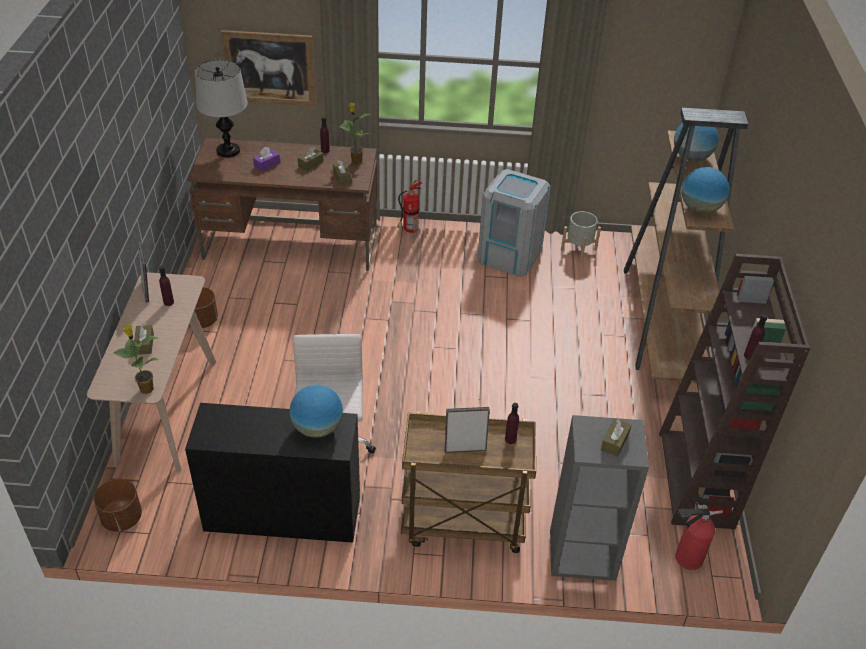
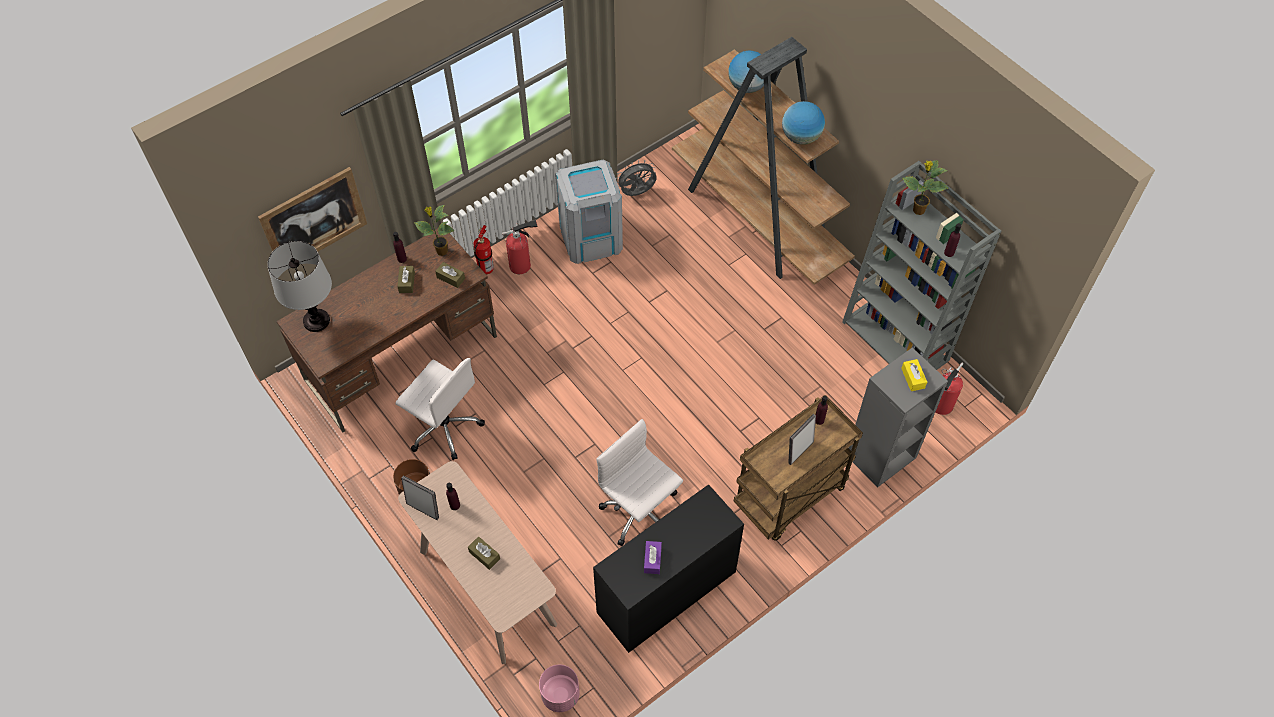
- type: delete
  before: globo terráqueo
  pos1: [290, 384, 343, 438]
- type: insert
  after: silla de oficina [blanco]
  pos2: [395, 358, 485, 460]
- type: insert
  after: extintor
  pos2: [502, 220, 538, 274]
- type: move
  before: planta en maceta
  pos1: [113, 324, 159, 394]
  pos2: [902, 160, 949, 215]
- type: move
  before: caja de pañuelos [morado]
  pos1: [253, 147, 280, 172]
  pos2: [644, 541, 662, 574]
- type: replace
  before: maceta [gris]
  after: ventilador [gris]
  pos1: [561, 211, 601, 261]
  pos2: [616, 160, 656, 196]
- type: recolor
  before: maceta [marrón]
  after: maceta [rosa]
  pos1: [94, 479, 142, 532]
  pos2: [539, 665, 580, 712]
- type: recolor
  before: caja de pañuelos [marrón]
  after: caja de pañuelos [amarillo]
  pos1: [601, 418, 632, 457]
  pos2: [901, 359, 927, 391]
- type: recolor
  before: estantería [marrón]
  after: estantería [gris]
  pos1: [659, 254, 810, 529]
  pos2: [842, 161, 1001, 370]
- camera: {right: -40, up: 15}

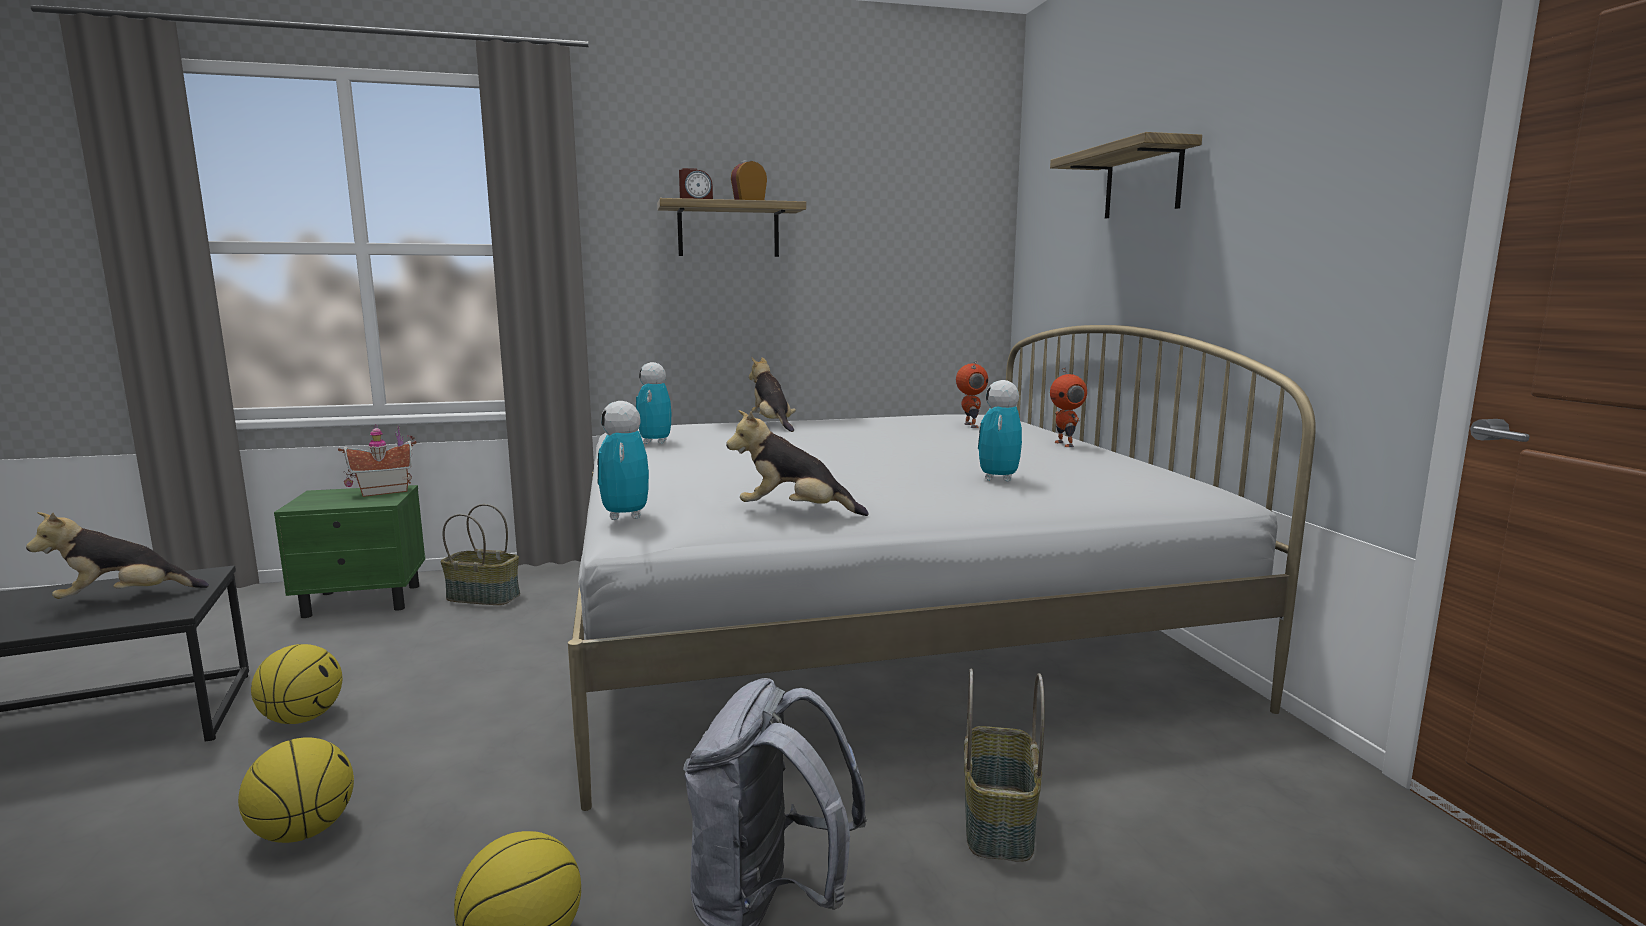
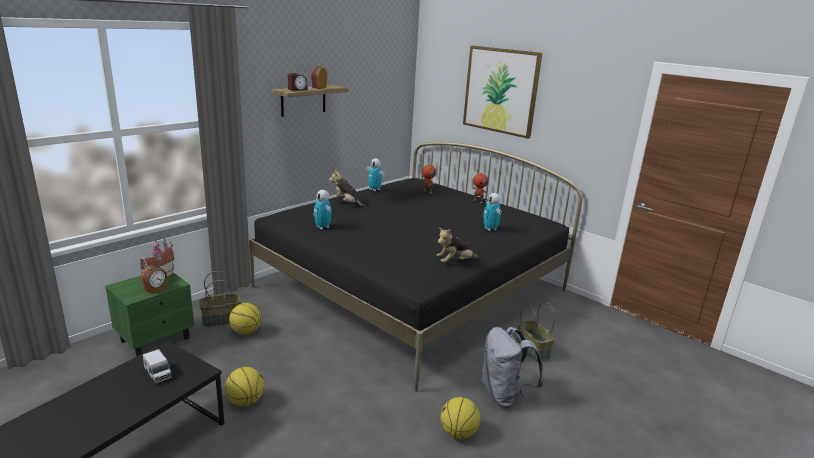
- type: insert
  after: despertador
  pos2: [141, 265, 167, 294]
- type: move
  before: balón de baloncesto
  pos1: [238, 738, 354, 843]
  pos2: [229, 303, 262, 335]
- type: move
  before: robot de juguete
  pos1: [597, 401, 649, 520]
  pos2: [366, 158, 385, 191]
- type: replace
  before: peluche
  after: camión de juguete
  pos1: [26, 512, 209, 599]
  pos2: [143, 349, 172, 383]
- type: replace
  before: estante
  after: cuadro
  pos1: [1050, 132, 1202, 219]
  pos2: [463, 45, 542, 139]
- type: recolor
  before: cama [blanco]
  after: cama [negro]
  pos1: [568, 325, 1316, 811]
  pos2: [248, 142, 583, 392]
- camera: {right: -35, up: 10}

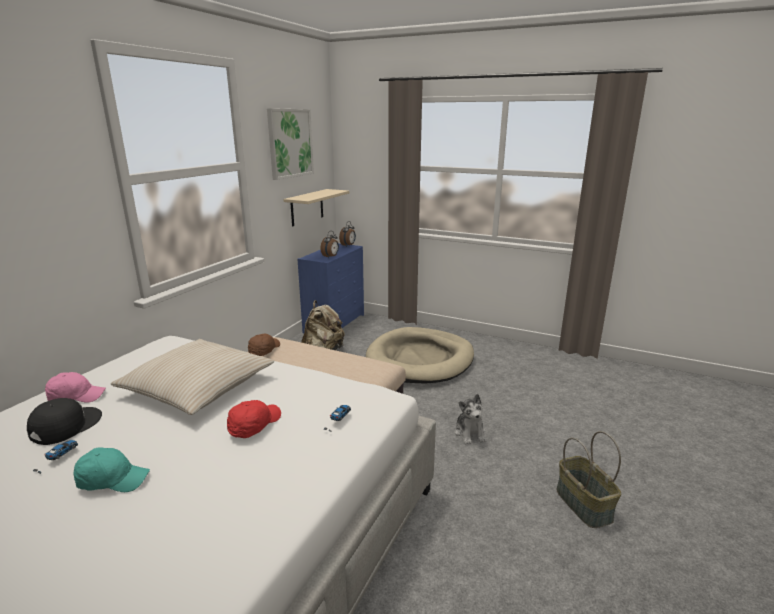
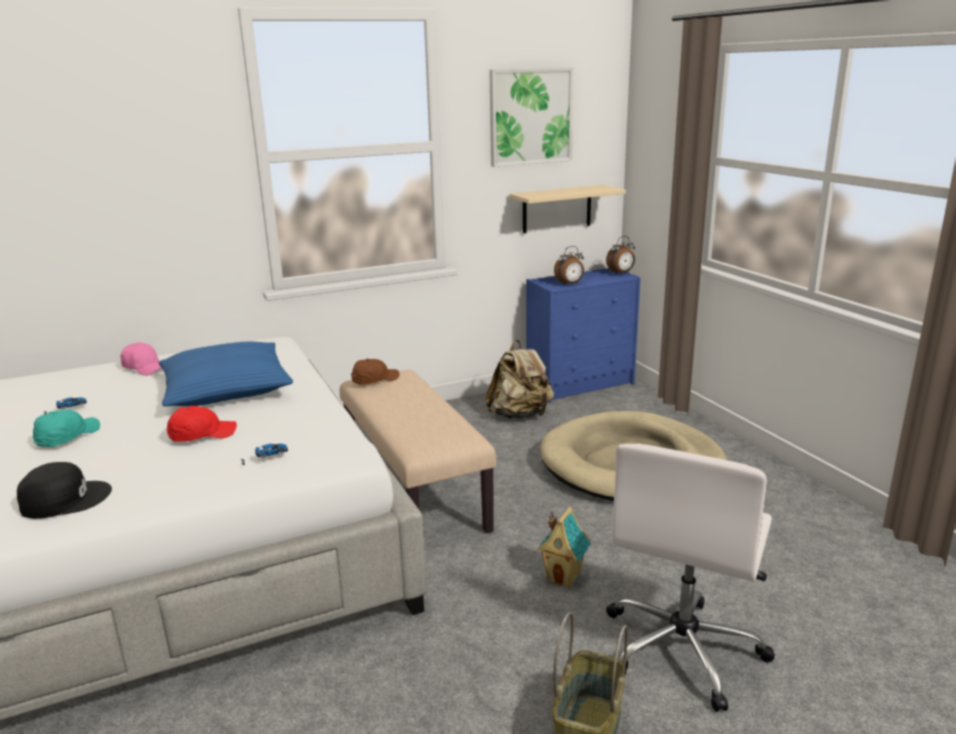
- type: insert
  after: silla de oficina [blanco]
  pos2: [606, 444, 775, 712]
- type: move
  before: gorra [negro]
  pos1: [27, 398, 102, 445]
  pos2: [17, 462, 112, 519]
- type: replace
  before: peluche
  after: casita
  pos1: [454, 394, 486, 445]
  pos2: [538, 506, 591, 588]
- type: recolor
  before: cojín [beis]
  after: cojín [azul]
  pos1: [111, 339, 274, 415]
  pos2: [158, 342, 293, 406]
- type: rotate
  before: gorra [turquesa]
  pos1: [74, 448, 150, 492]
  pos2: [33, 409, 100, 447]
  turn: -105
- camera: {right: 40, up: 0}

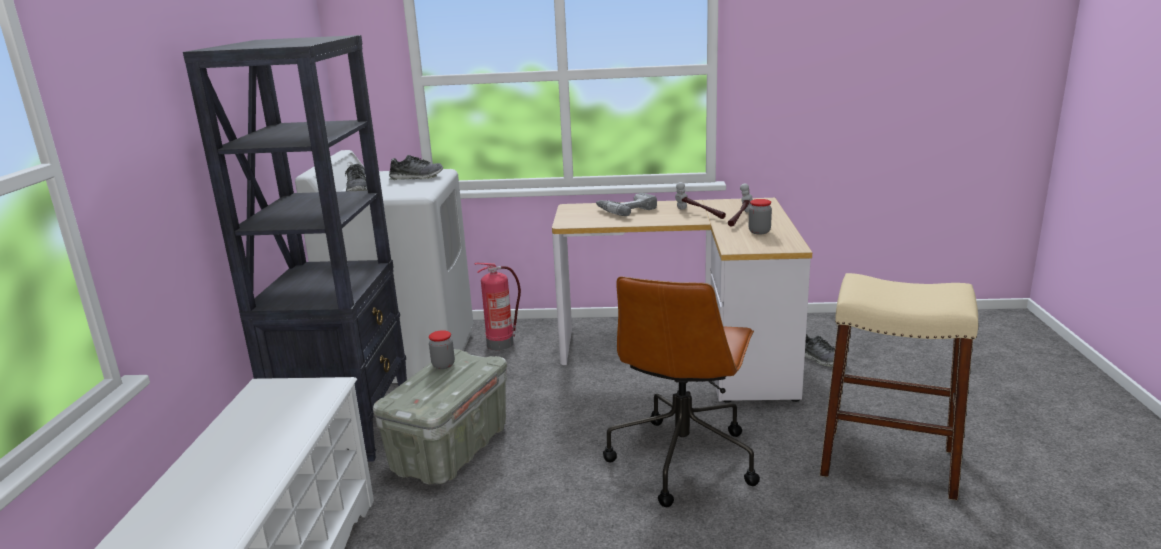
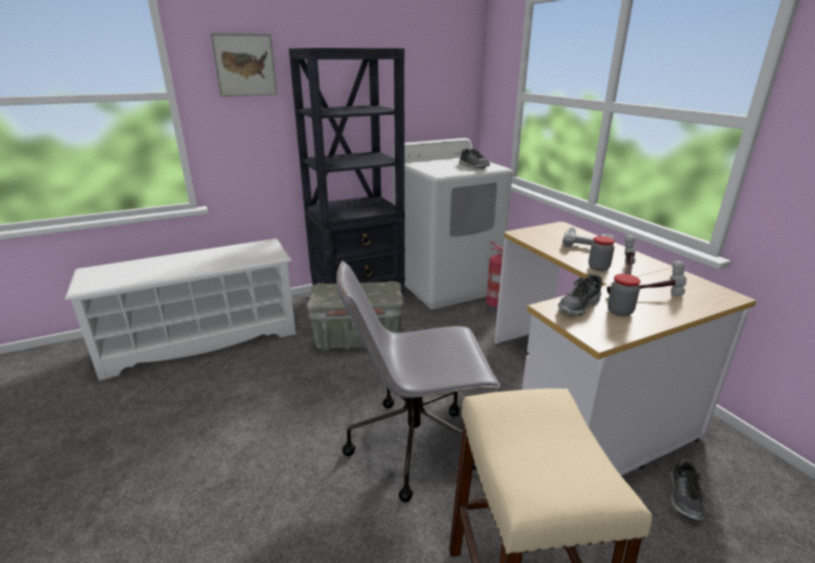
- type: insert
  after: cuadro
  pos2: [210, 33, 278, 97]
- type: move
  before: zapato
  pos1: [345, 164, 368, 191]
  pos2: [558, 274, 602, 316]
- type: move
  before: tarro
  pos1: [429, 330, 455, 369]
  pos2: [588, 236, 615, 271]
- type: recolor
  before: silla de oficina [marrón]
  after: silla de oficina [gris]
  pos1: [603, 277, 760, 507]
  pos2: [336, 261, 501, 502]
- camera: {right: 60, up: 5}

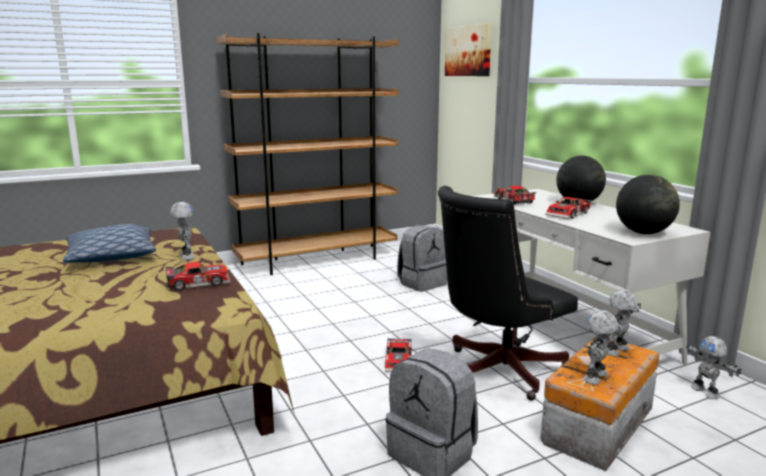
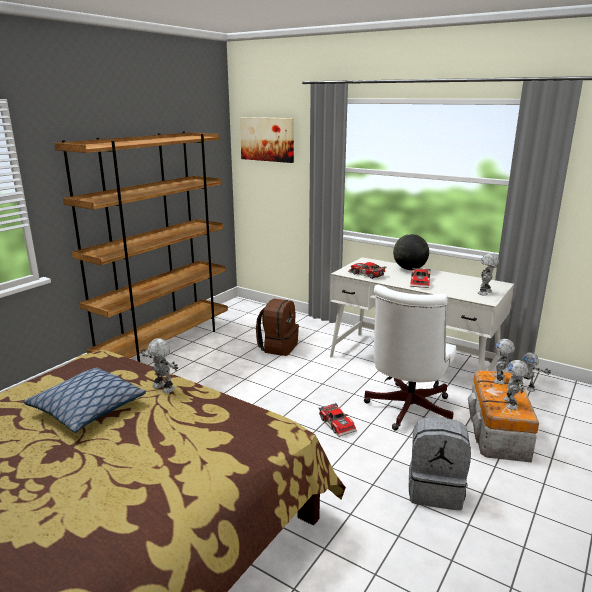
- type: delete
  before: coche de juguete
  pos1: [166, 262, 231, 290]
- type: replace
  before: globo terráqueo
  after: robot de juguete
  pos1: [616, 174, 680, 234]
  pos2: [478, 253, 499, 296]
- type: recolor
  before: mochila [gris]
  after: mochila [marrón]
  pos1: [397, 225, 447, 292]
  pos2: [256, 298, 299, 356]
- type: recolor
  before: silla de oficina [negro]
  after: silla de oficina [blanco]
  pos1: [438, 186, 578, 400]
  pos2: [364, 284, 456, 430]
- camera: {right: -30, up: 5}

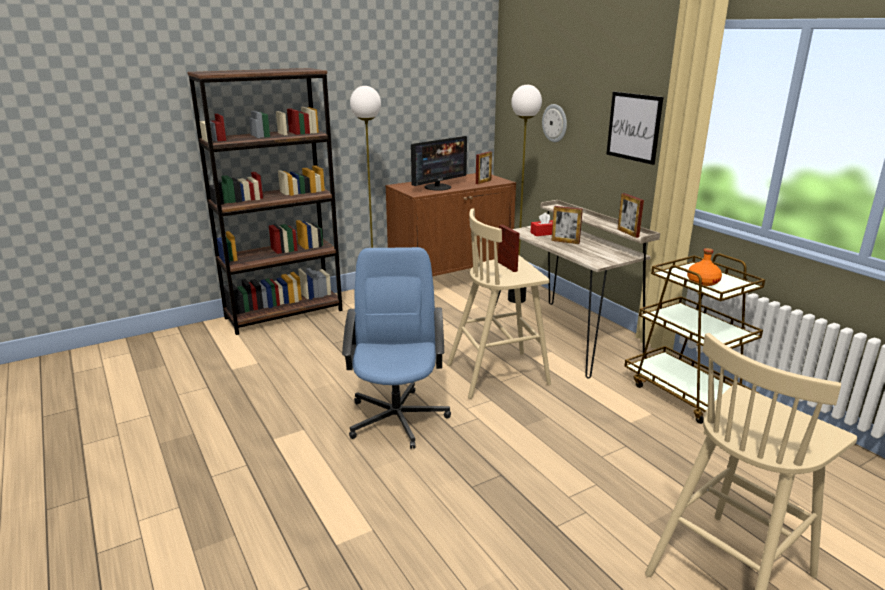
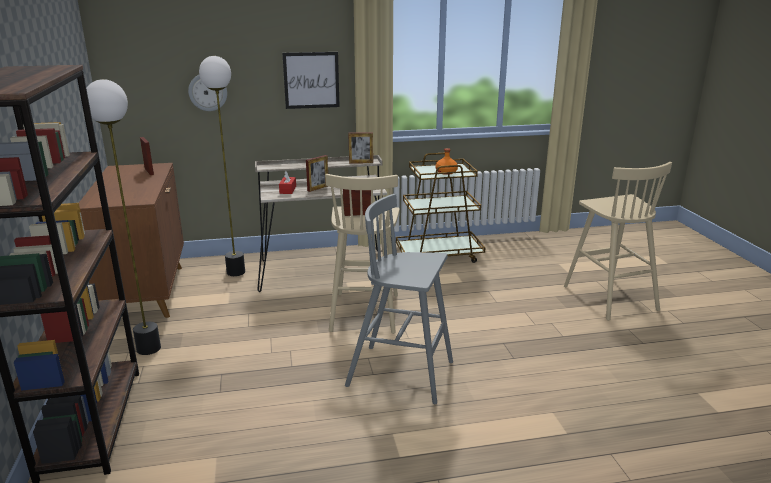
- type: delete
  before: monitor
  pos1: [411, 136, 467, 191]
- type: replace
  before: silla de oficina [azul]
  after: taburete [gris]
  pos1: [342, 247, 451, 449]
  pos2: [345, 194, 453, 404]
- camera: {right: -70, up: 0}

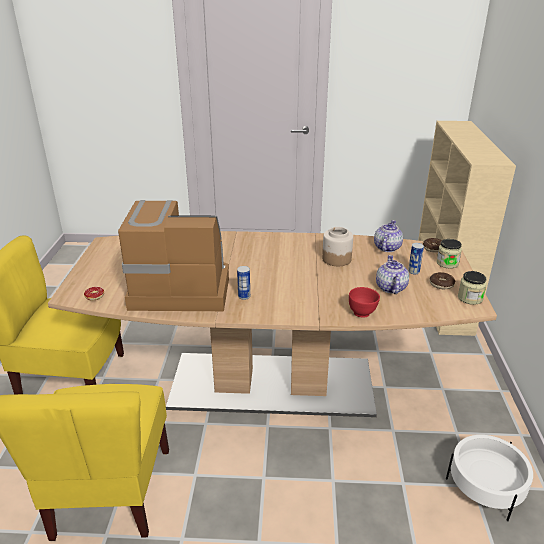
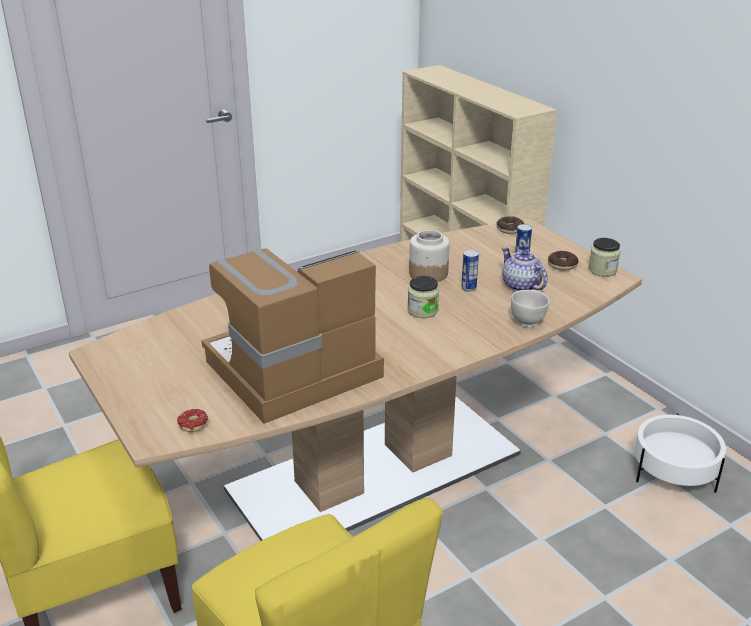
- type: delete
  before: tetera
  pos1: [374, 220, 403, 252]
- type: move
  before: lata
  pos1: [237, 266, 250, 300]
  pos2: [461, 250, 479, 292]
- type: move
  before: tarro
  pos1: [436, 239, 462, 269]
  pos2: [408, 276, 439, 318]
- type: recolor
  before: cuenco [rojo]
  after: cuenco [blanco]
  pos1: [349, 287, 380, 318]
  pos2: [511, 290, 550, 327]
- camera: {right: -35, up: 0}

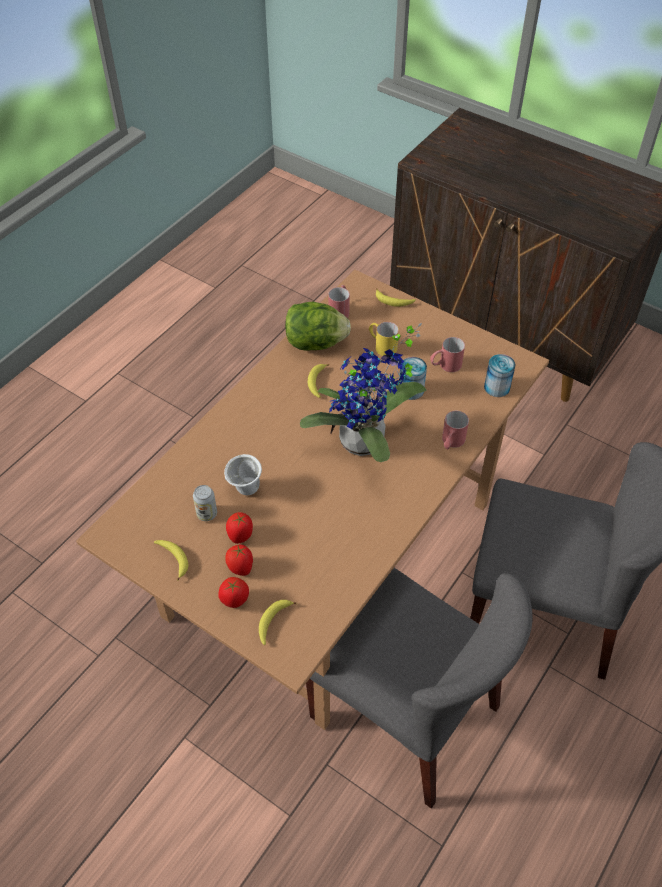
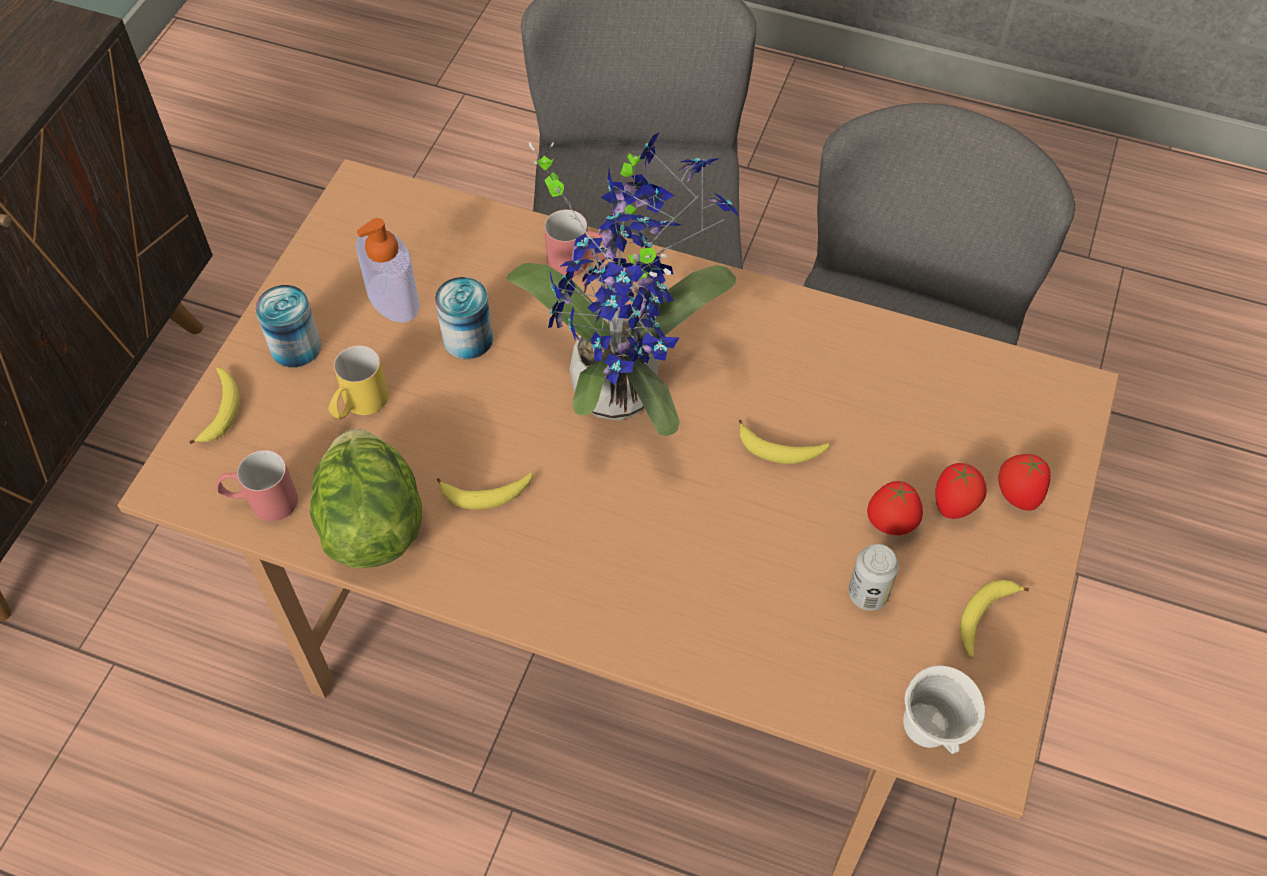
- type: move
  before: taza grande [blanco]
  pos1: [224, 454, 262, 495]
  pos2: [903, 666, 985, 754]
- type: move
  before: plátano
  pos1: [259, 600, 297, 645]
  pos2: [739, 419, 830, 464]
- type: move
  before: lata
  pos1: [484, 354, 515, 397]
  pos2: [255, 285, 321, 368]
- type: replace
  before: taza grande [rojo]
  after: dispensador de jabón
  pos1: [430, 337, 465, 372]
  pos2: [356, 218, 420, 323]
- camera: {right: -105, up: 5}

